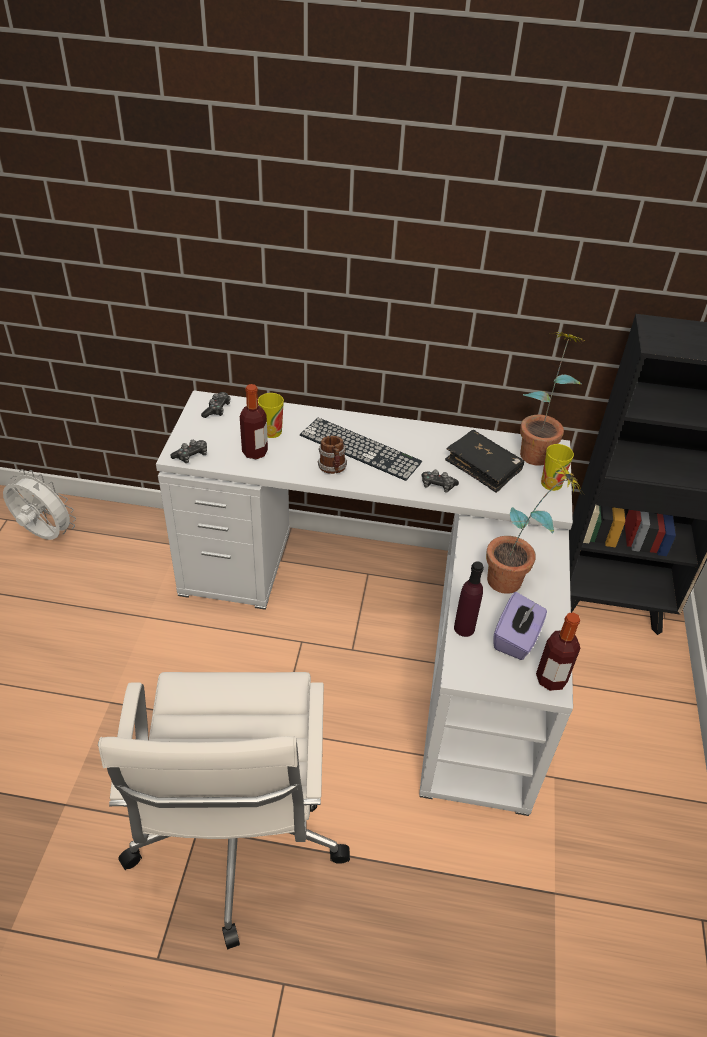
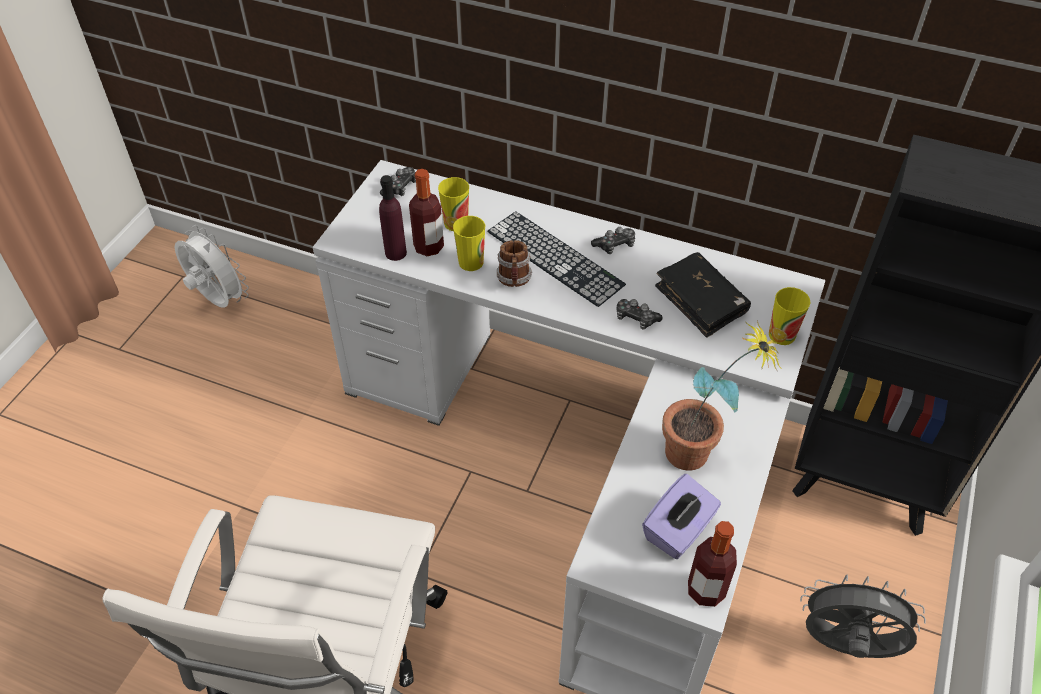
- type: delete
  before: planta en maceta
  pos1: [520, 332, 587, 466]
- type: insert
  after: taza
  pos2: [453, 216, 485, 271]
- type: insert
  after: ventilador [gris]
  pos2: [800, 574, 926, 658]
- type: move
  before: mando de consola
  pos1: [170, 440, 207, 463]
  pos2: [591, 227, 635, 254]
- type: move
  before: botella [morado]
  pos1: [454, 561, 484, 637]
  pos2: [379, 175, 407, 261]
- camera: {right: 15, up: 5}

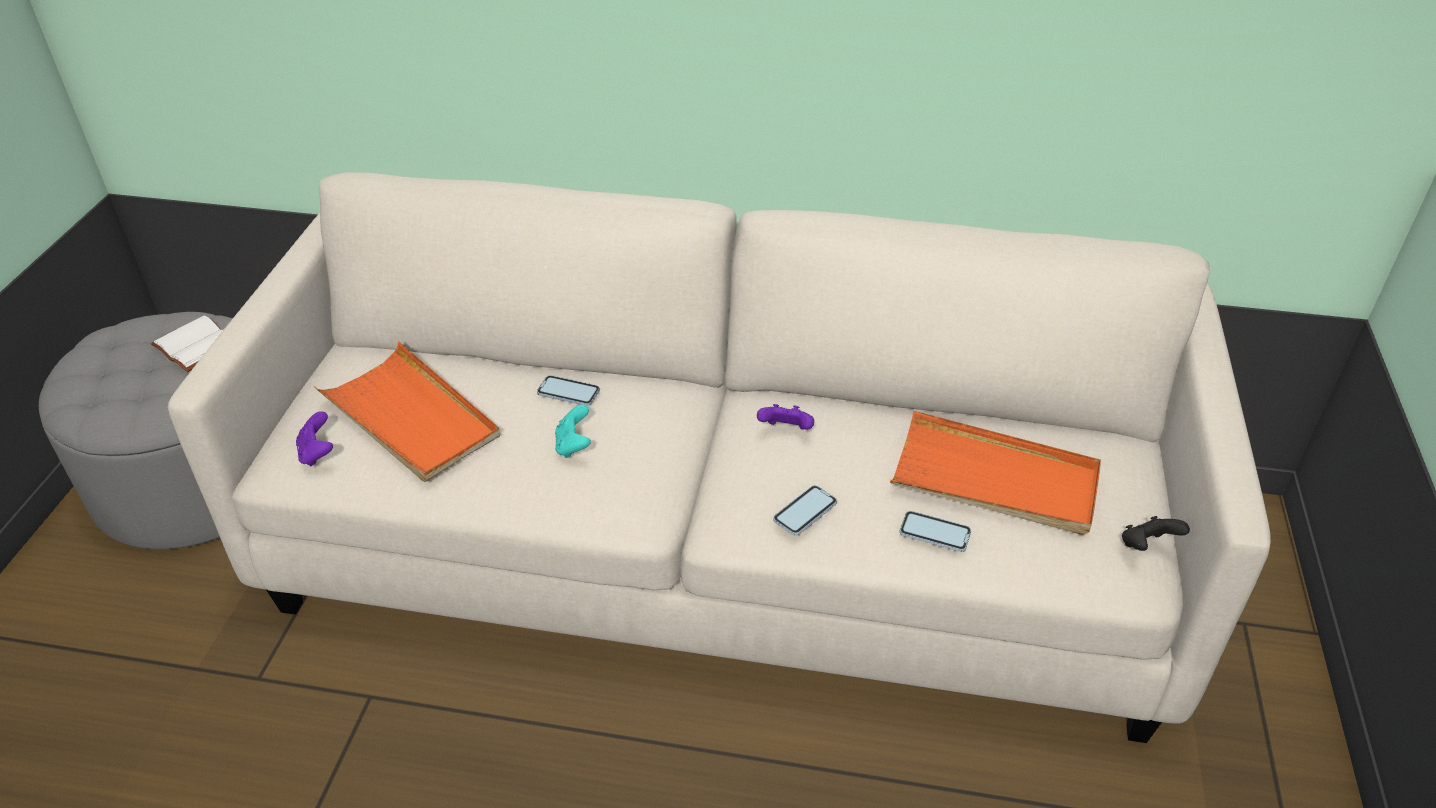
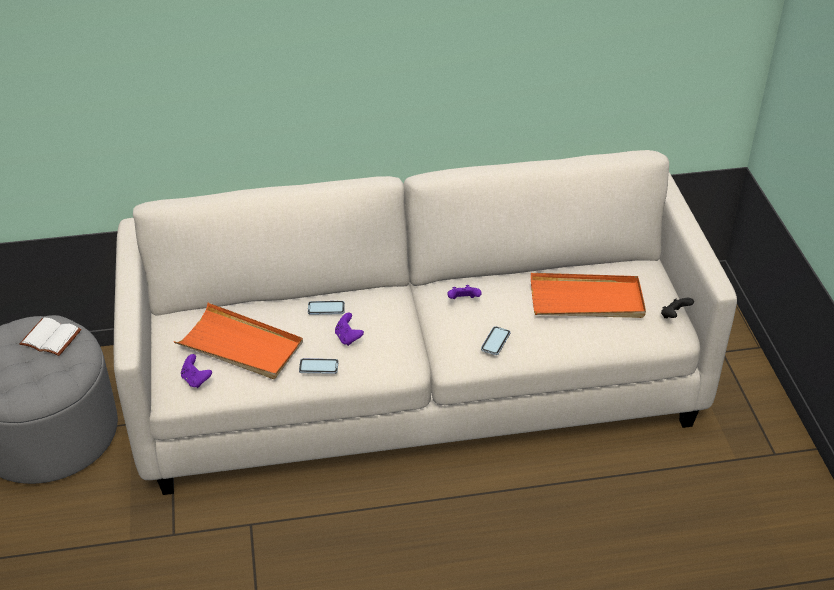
- type: move
  before: móvil
  pos1: [900, 511, 971, 552]
  pos2: [299, 358, 339, 374]
- type: recolor
  before: mando de consola [turquesa]
  after: mando de consola [morado]
  pos1: [555, 404, 591, 458]
  pos2: [335, 313, 364, 346]
- camera: {right: -20, up: 0}

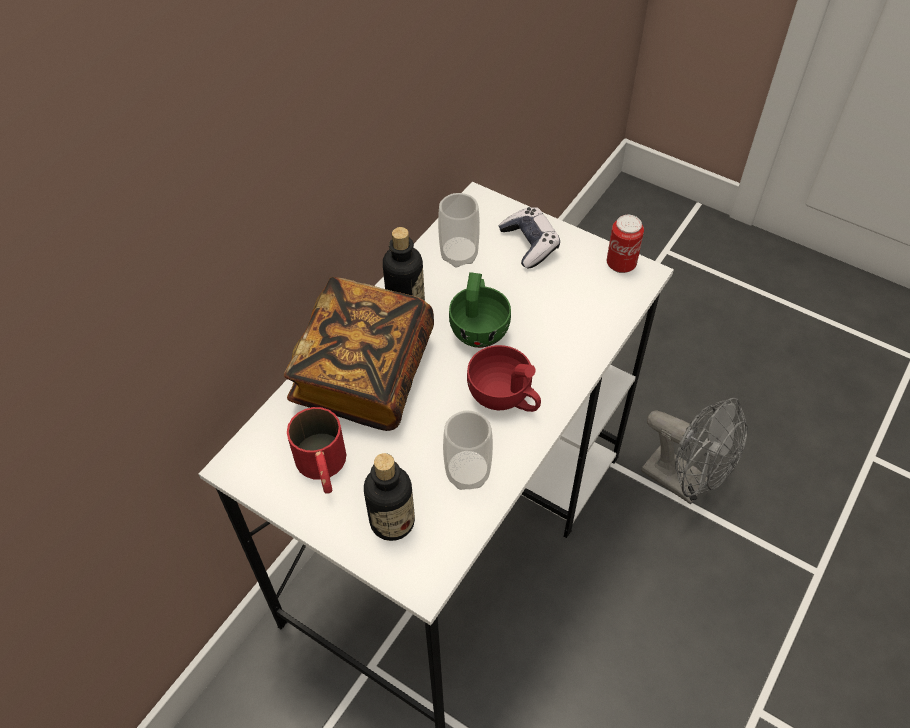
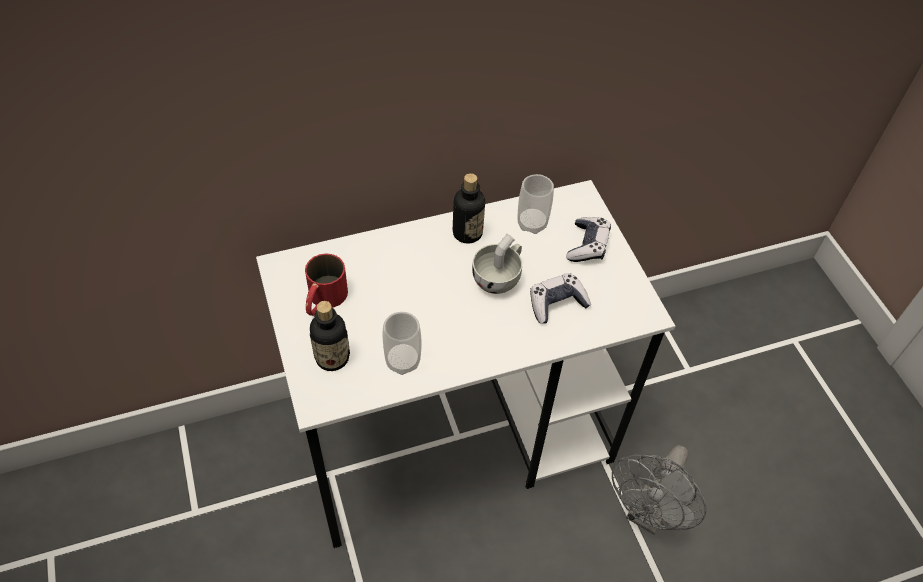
- type: delete
  before: libro
  pos1: [284, 277, 434, 431]
- type: delete
  before: taza [rojo]
  pos1: [467, 345, 541, 412]
- type: delete
  before: lata
  pos1: [607, 215, 644, 273]
- type: insert
  after: mando de consola
  pos2: [530, 273, 591, 324]
- type: recolor
  before: taza [verde]
  after: taza [blanco]
  pos1: [449, 272, 511, 348]
  pos2: [472, 234, 522, 294]
- type: rotate
  before: ventilador [gris]
  pos1: [641, 398, 748, 504]
  pos2: [612, 445, 706, 535]
  turn: 45
- camera: {right: 35, up: 0}

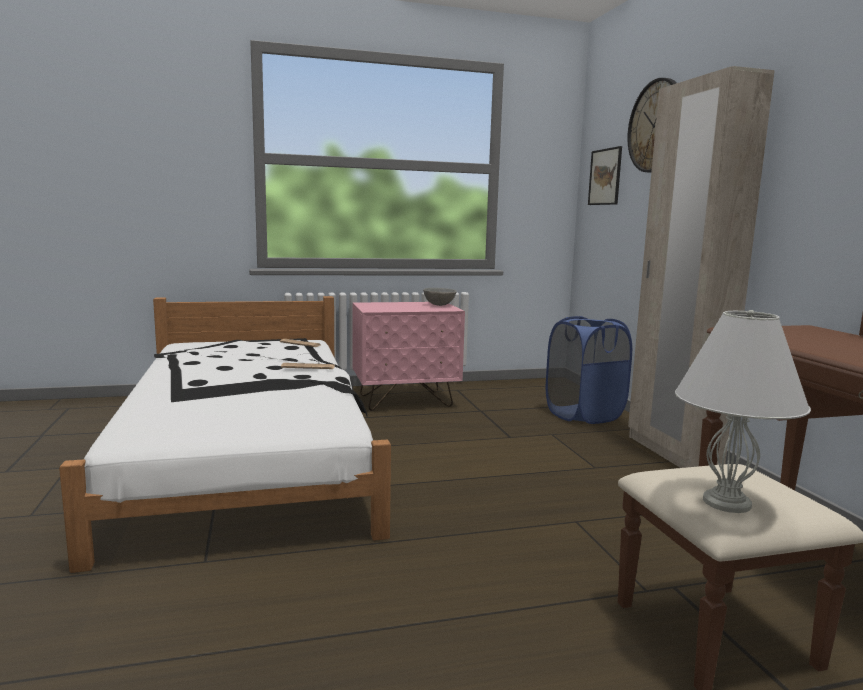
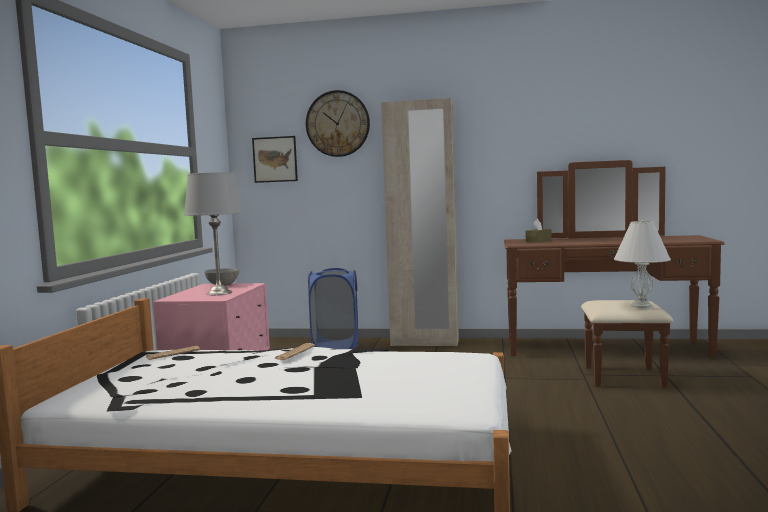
- type: insert
  after: lámpara de mesa [gris]
  pos2: [184, 172, 243, 295]
- type: insert
  after: caja de pañuelos [marrón]
  pos2: [526, 219, 552, 243]
- camera: {right: -65, up: -5}

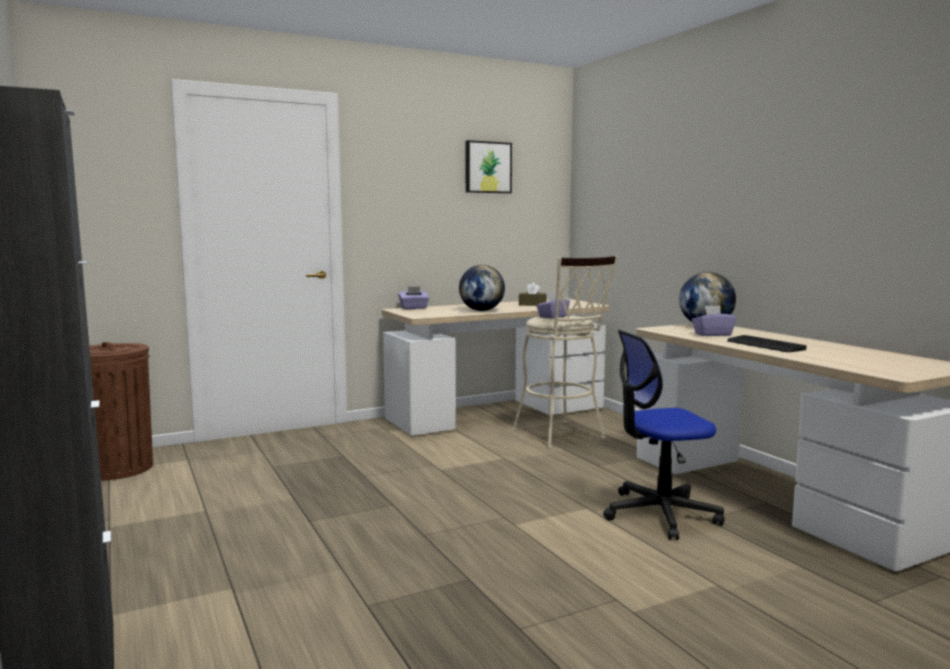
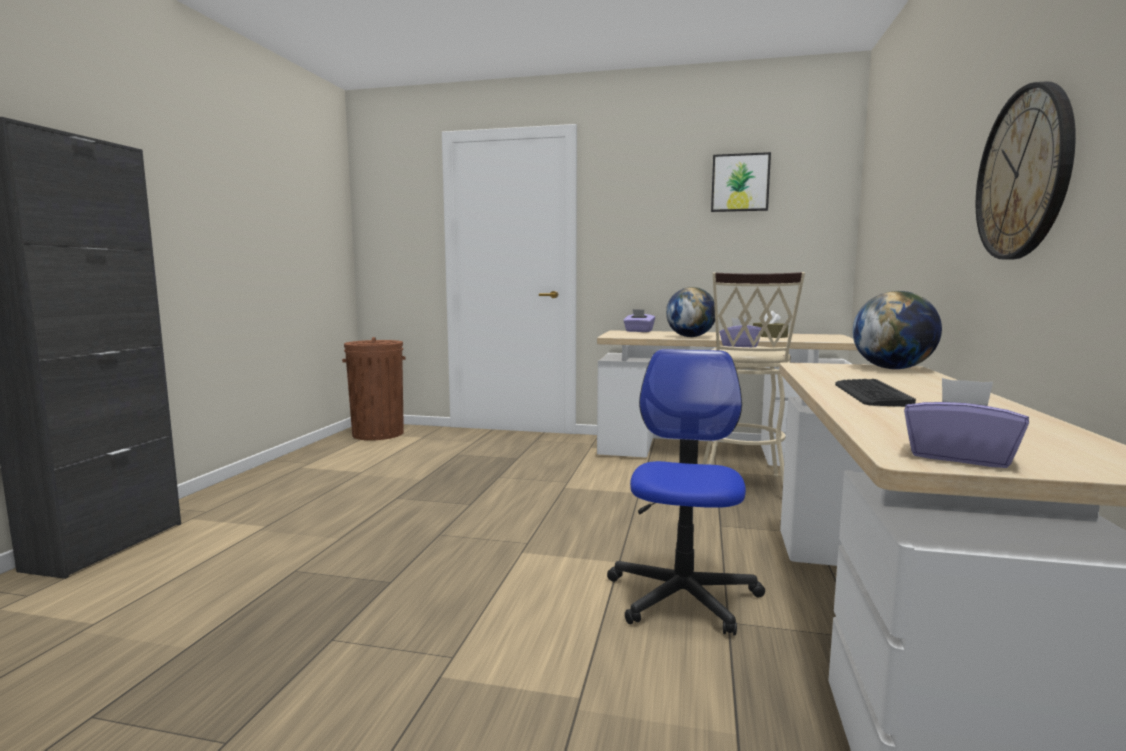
- type: insert
  after: reloj de pared
  pos2: [976, 81, 1076, 259]
- type: move
  before: caja de pañuelos [morado]
  pos1: [692, 305, 736, 336]
  pos2: [904, 378, 1029, 468]
- type: rotate
  before: silla de oficina
  pos1: [603, 330, 724, 540]
  pos2: [607, 349, 765, 636]
  turn: 75
- camera: {right: 40, up: 0}

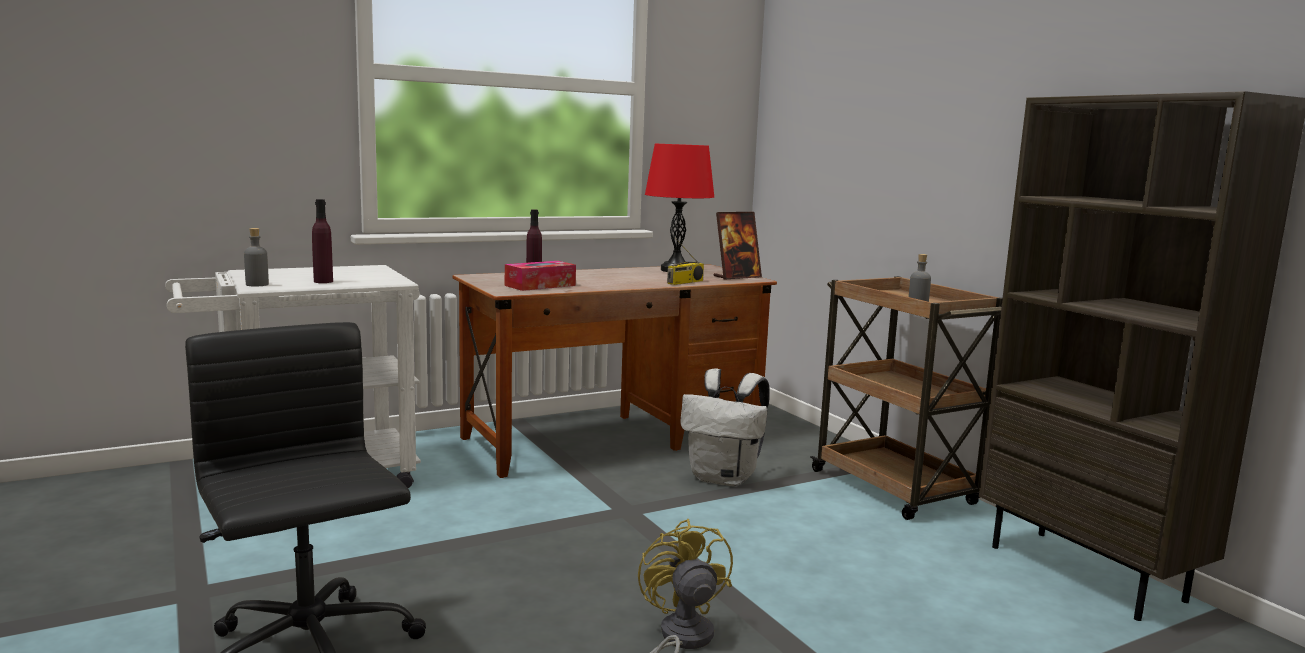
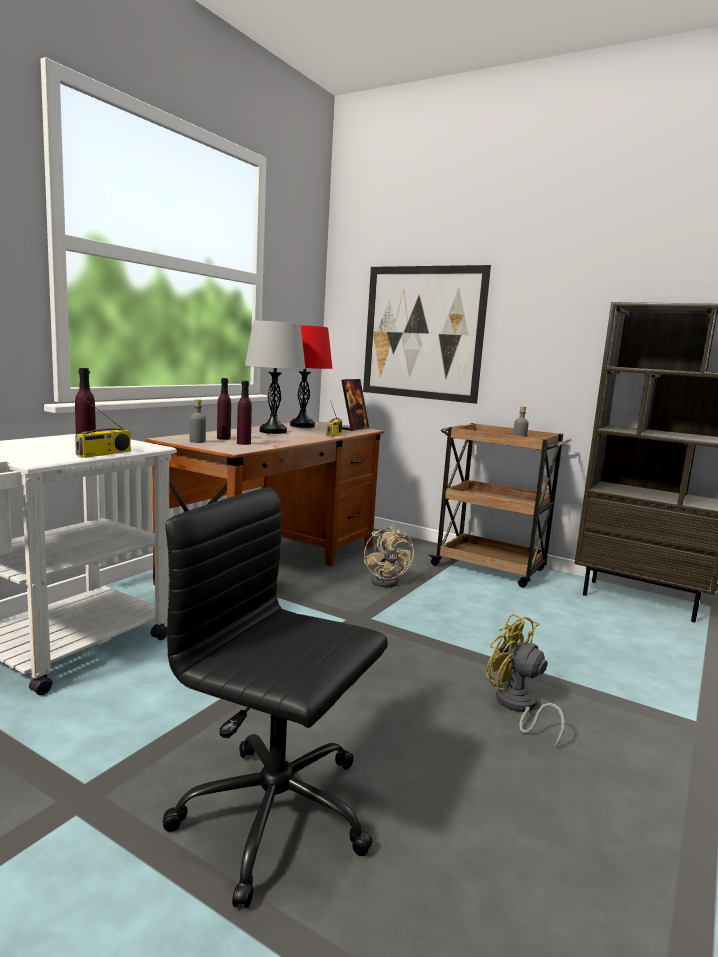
- type: insert
  after: radio
  pos2: [75, 399, 131, 458]
- type: insert
  after: lámpara de mesa [gris]
  pos2: [245, 321, 306, 434]
- type: insert
  after: cuadro
  pos2: [363, 265, 491, 404]
- type: move
  before: botella [gris]
  pos1: [244, 228, 269, 287]
  pos2: [189, 400, 206, 443]
- type: replace
  before: caja de pañuelos
  after: botella [morado]
  pos1: [505, 261, 576, 291]
  pos2: [237, 381, 252, 445]
- type: replace
  before: mochila [blanco]
  after: ventilador [beis]
  pos1: [680, 369, 770, 486]
  pos2: [364, 525, 414, 587]
- camera: {right: -30, up: 0}

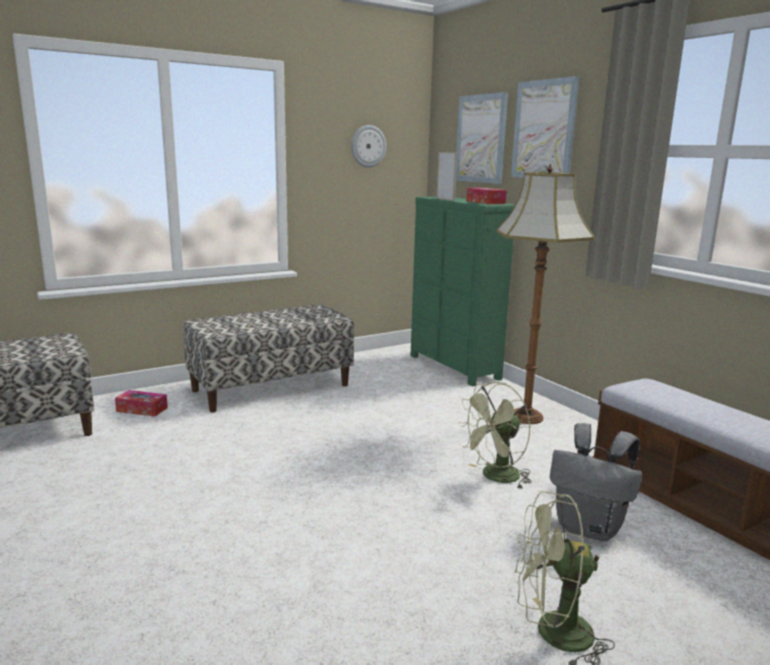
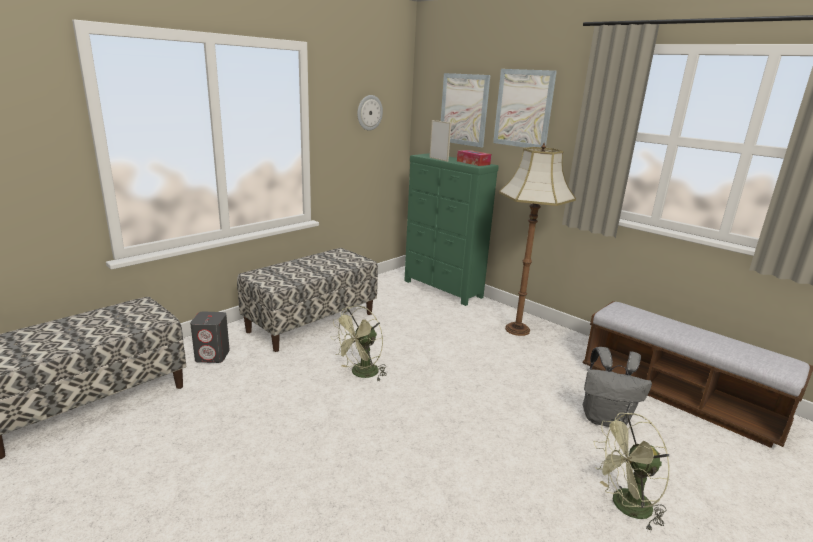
- type: move
  before: ventilador [verde]
  pos1: [457, 382, 532, 489]
  pos2: [331, 305, 387, 381]
- type: replace
  before: caja de pañuelos
  after: altavoz [gris]
  pos1: [115, 390, 168, 417]
  pos2: [190, 312, 230, 363]
- camera: {right: -15, up: 5}

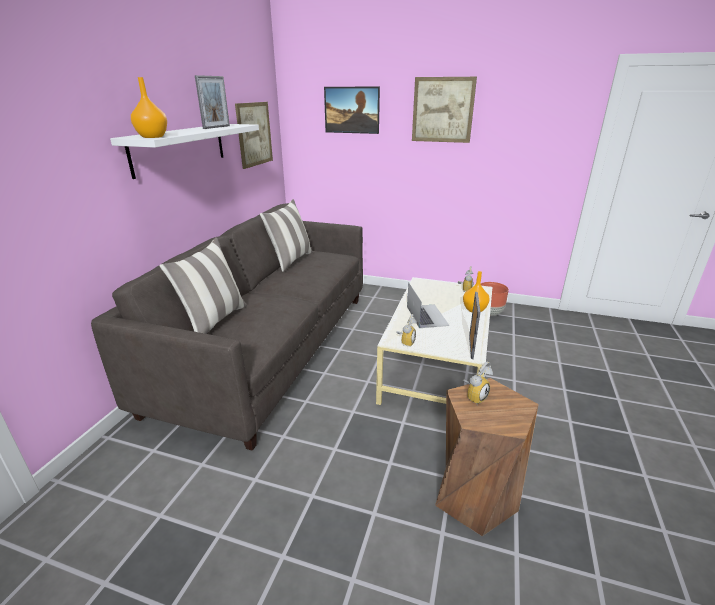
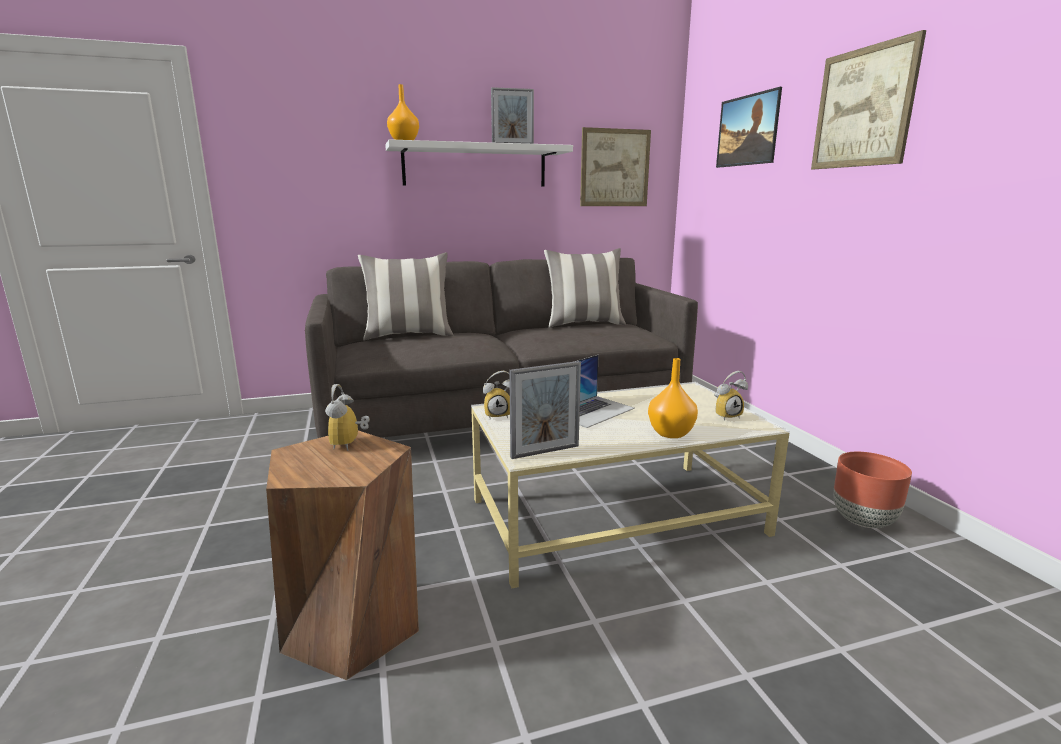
- type: rotate
  before: despertador
  pos1: [463, 362, 493, 405]
  pos2: [325, 384, 370, 451]
  turn: 75
- camera: {right: 55, up: -10}

